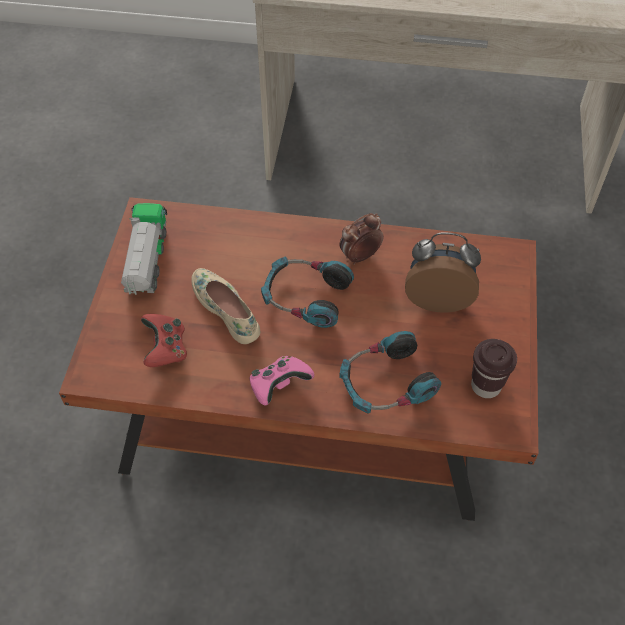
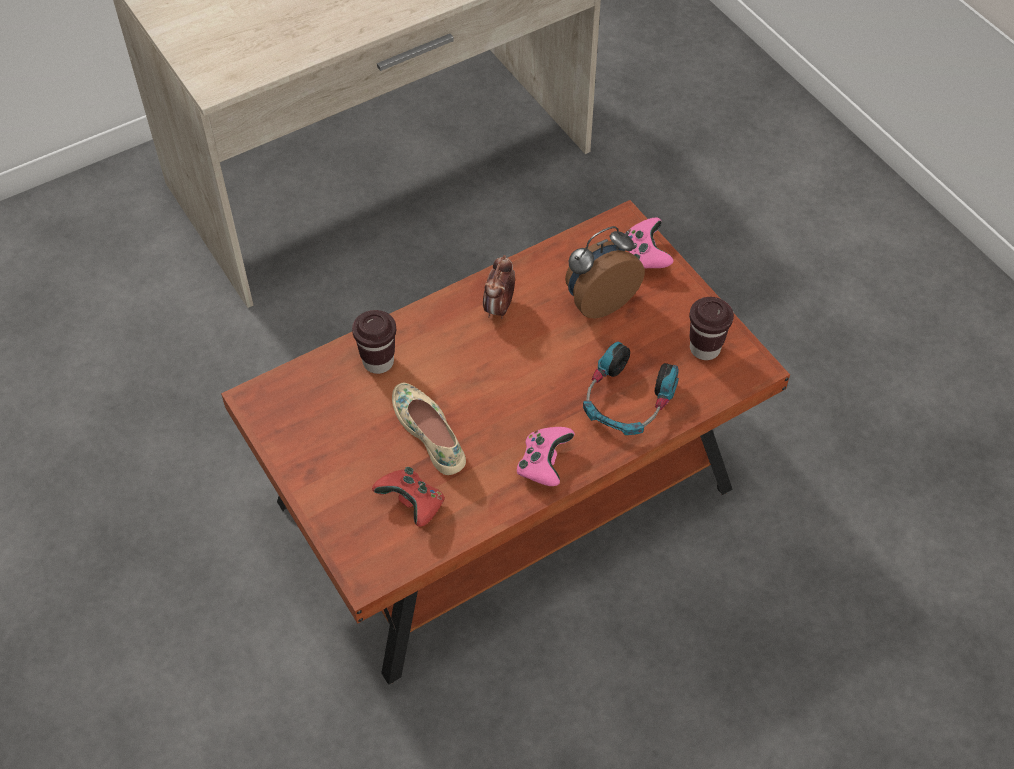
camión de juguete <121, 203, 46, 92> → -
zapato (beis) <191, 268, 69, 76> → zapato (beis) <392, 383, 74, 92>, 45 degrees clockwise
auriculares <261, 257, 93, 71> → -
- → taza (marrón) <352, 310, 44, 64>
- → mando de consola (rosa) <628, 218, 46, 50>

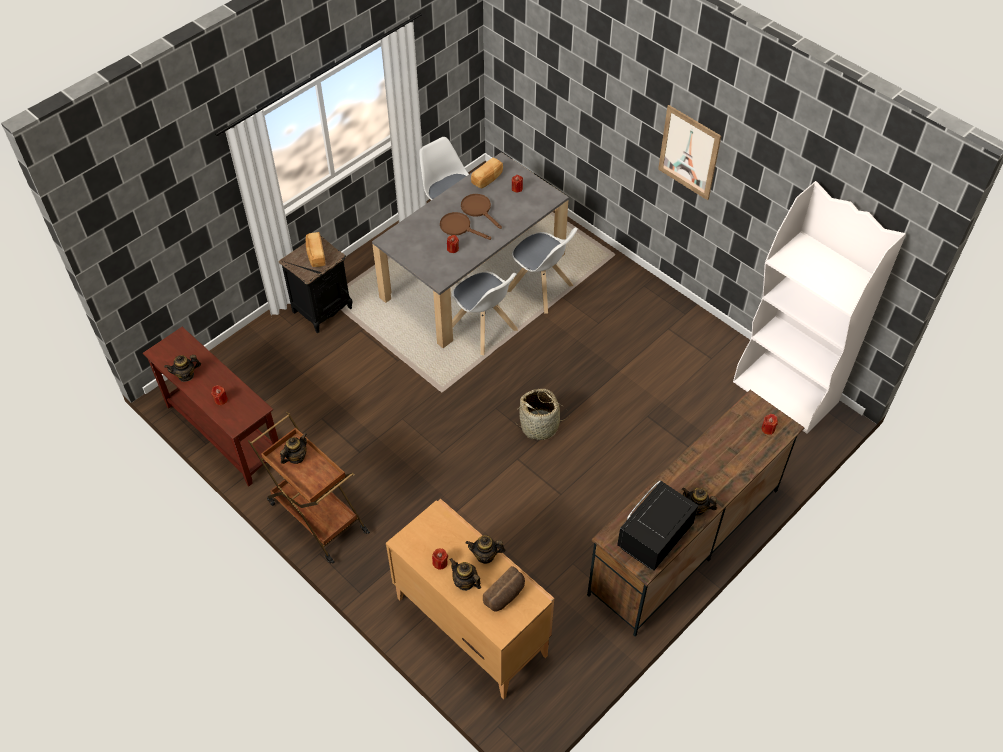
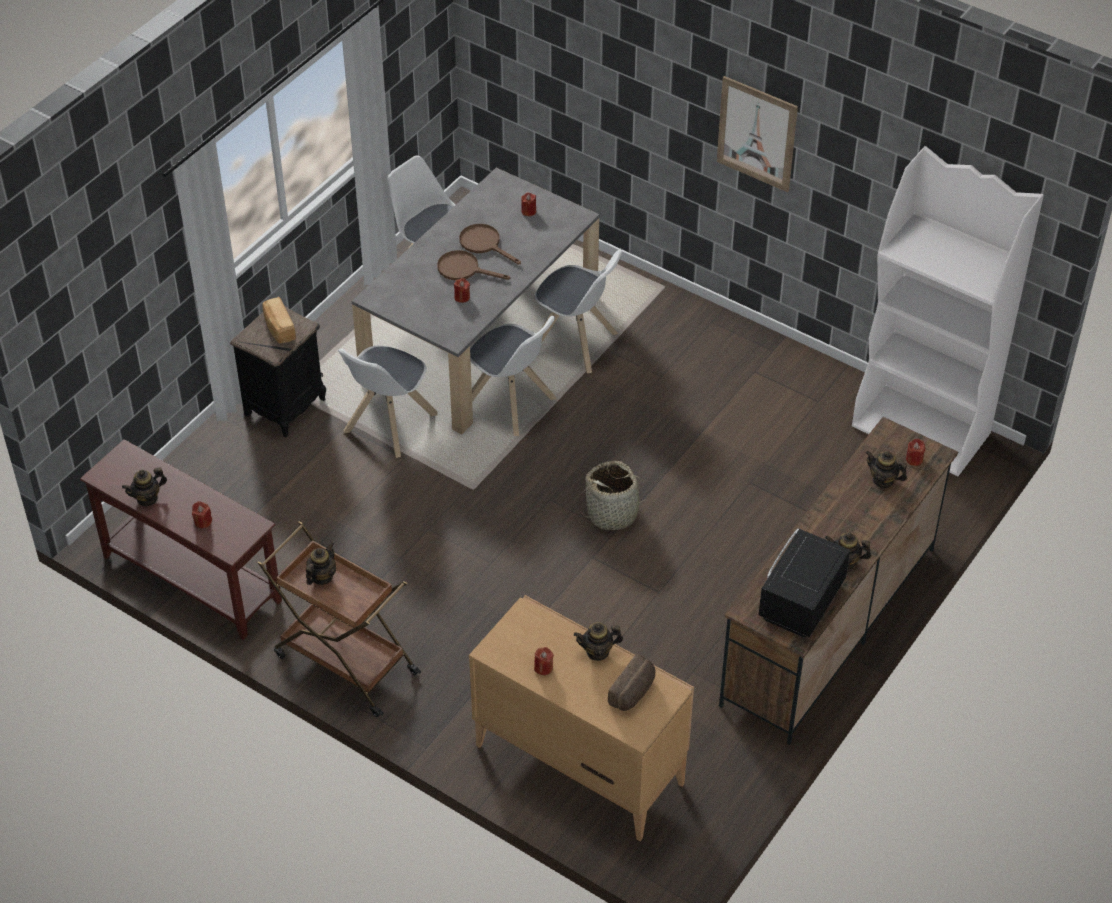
tetera <450, 558, 31, 33> → tetera <865, 451, 42, 37>, moved
pan <471, 157, 32, 31> → -
- → silla <338, 346, 100, 112>

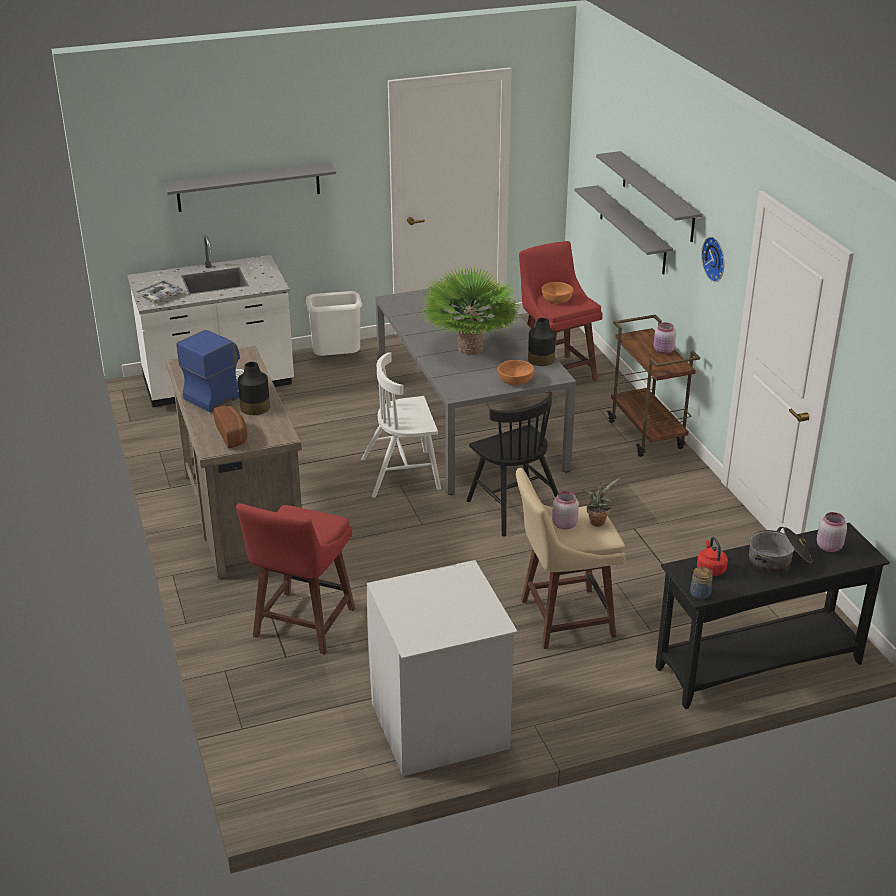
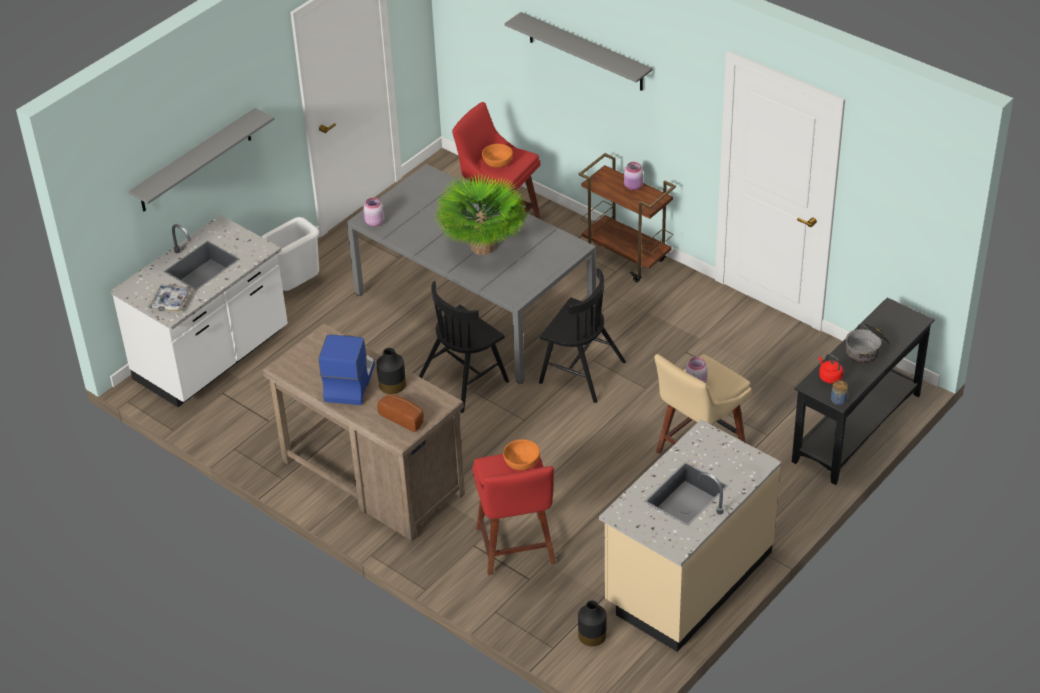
silla (blanco) <361, 352, 80, 146> → silla (negro) <419, 281, 90, 132>
lavadora (blanco) <367, 560, 151, 216> → mueble bajo de cocina (beis) <599, 420, 182, 232>
cuenco (naranja) <498, 360, 36, 25> → cuenco (naranja) <503, 439, 37, 31>, moved
florero (negro) <528, 318, 28, 48> → florero (negro) <578, 600, 29, 47>, moved
estante (gris) <574, 185, 99, 90> → -
planta en maceta <582, 478, 38, 49> → -
reloj de pared <701, 237, 24, 45> → -
tarro (rosa) <817, 512, 30, 40> → tarro (rosa) <363, 198, 21, 29>, moved

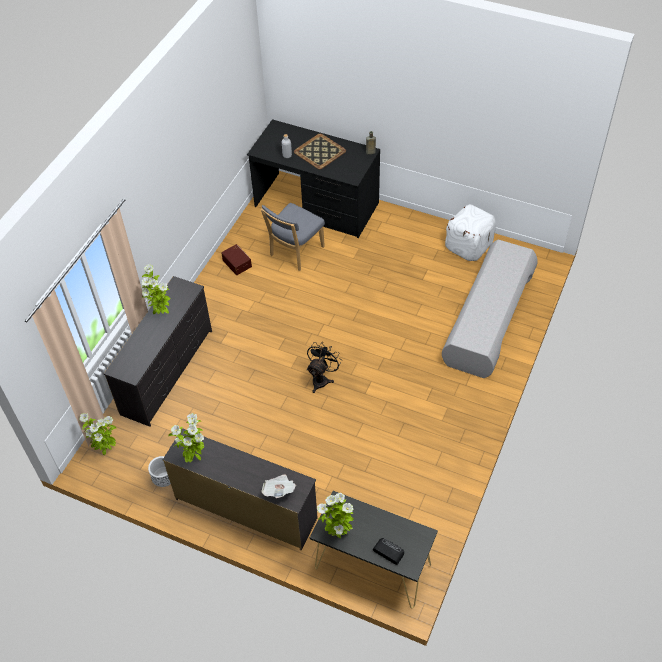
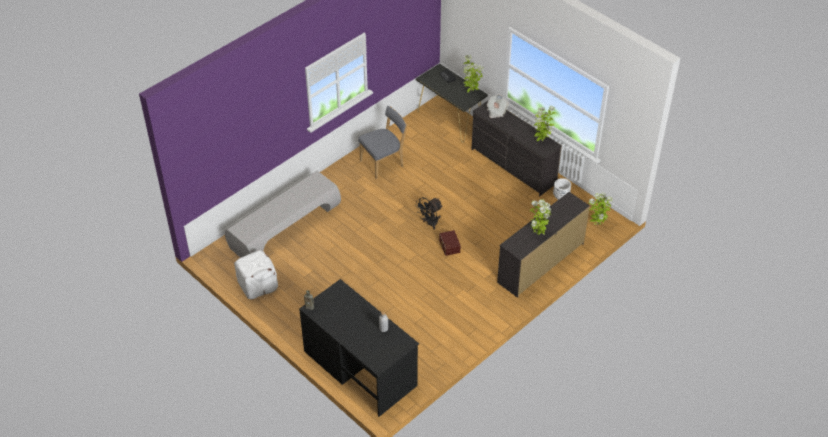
caja de almacenaje (marrón) <221, 244, 31, 31> → caja de almacenaje (marrón) <439, 230, 22, 26>, moved
silla (gris) <261, 203, 64, 68> → silla (gris) <358, 106, 49, 73>, moved
bandeja <294, 134, 52, 35> → -

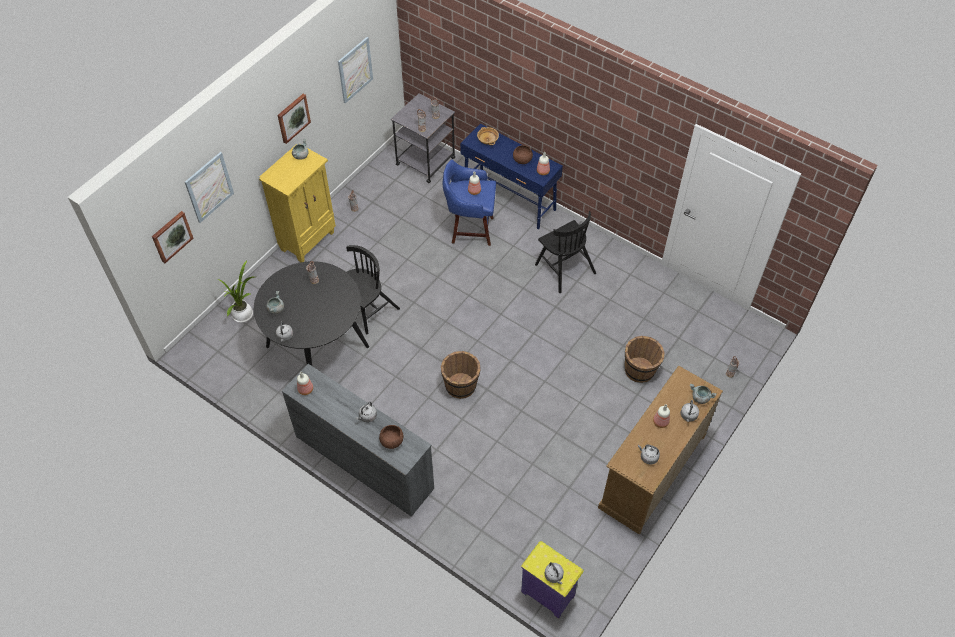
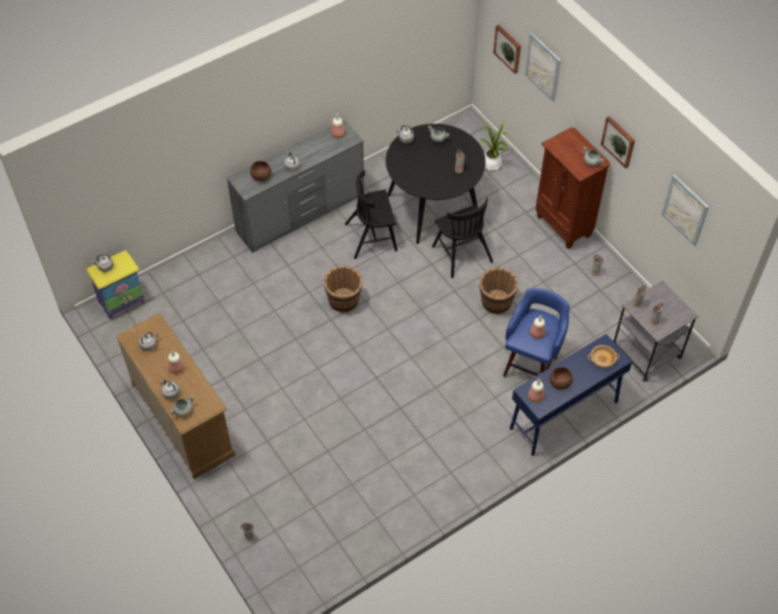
armario (amarillo) <259, 143, 77, 119> → armario (marrón) <535, 127, 75, 122>
silla (negro) <535, 211, 61, 82> → silla (negro) <345, 171, 53, 88>, moved
cubo (marrón) <625, 336, 40, 47> → cubo (marrón) <479, 267, 39, 47>, moved

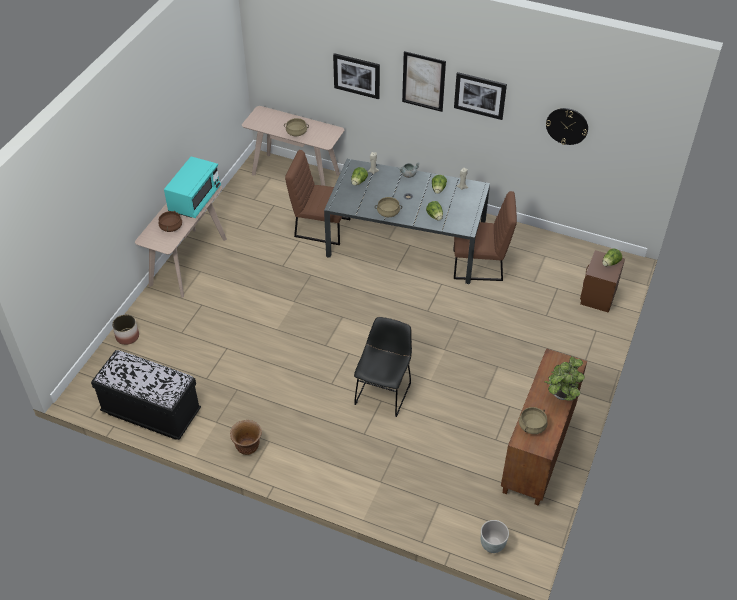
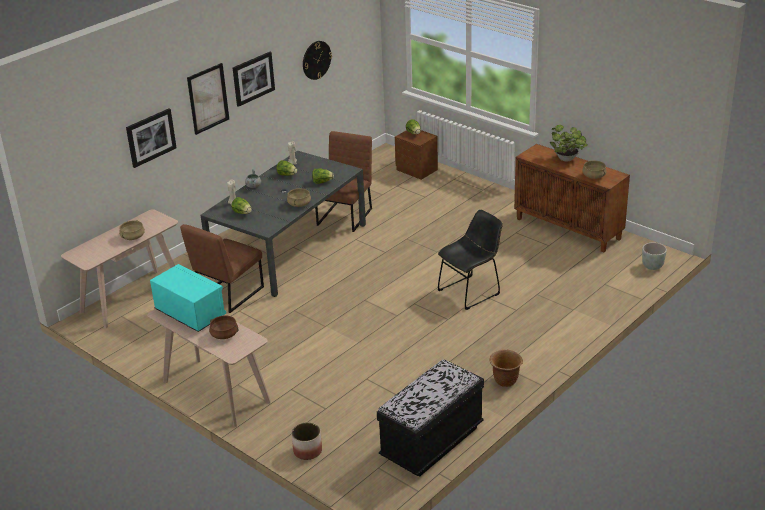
silla (negro) <354, 317, 58, 100> → silla (negro) <438, 210, 65, 100>, 105 degrees clockwise

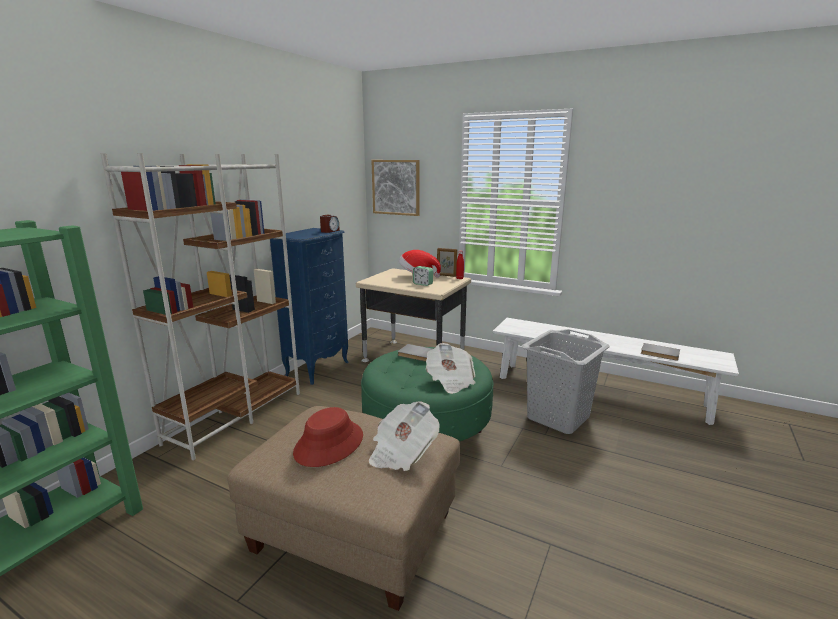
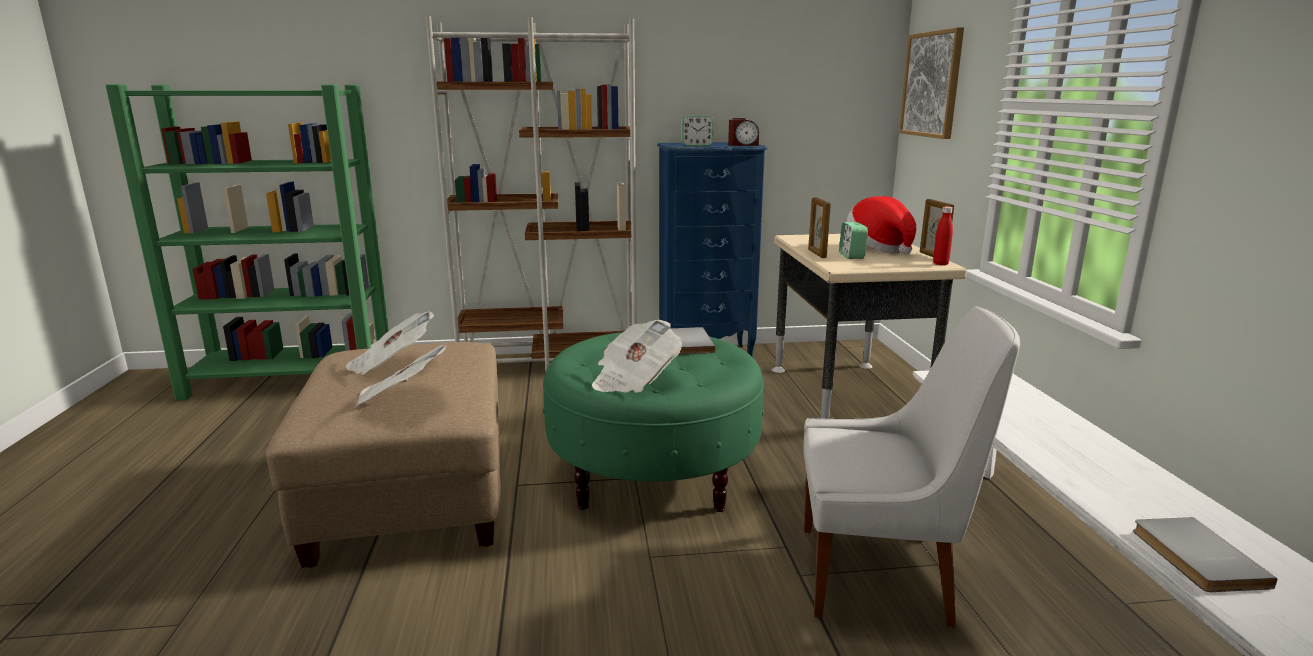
sombrero (rojo) <293, 407, 70, 60> → periódico <345, 312, 89, 64>
cesto de la ropa (gris) <522, 329, 88, 105> → silla (blanco) <803, 306, 217, 323>
- → despertador <681, 115, 33, 31>
- → portarretratos <808, 197, 23, 61>

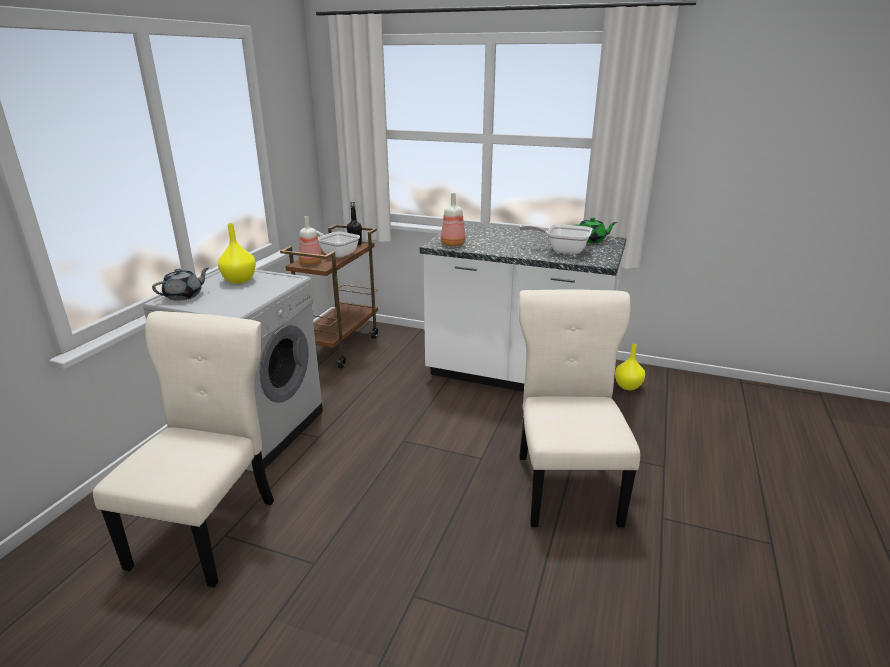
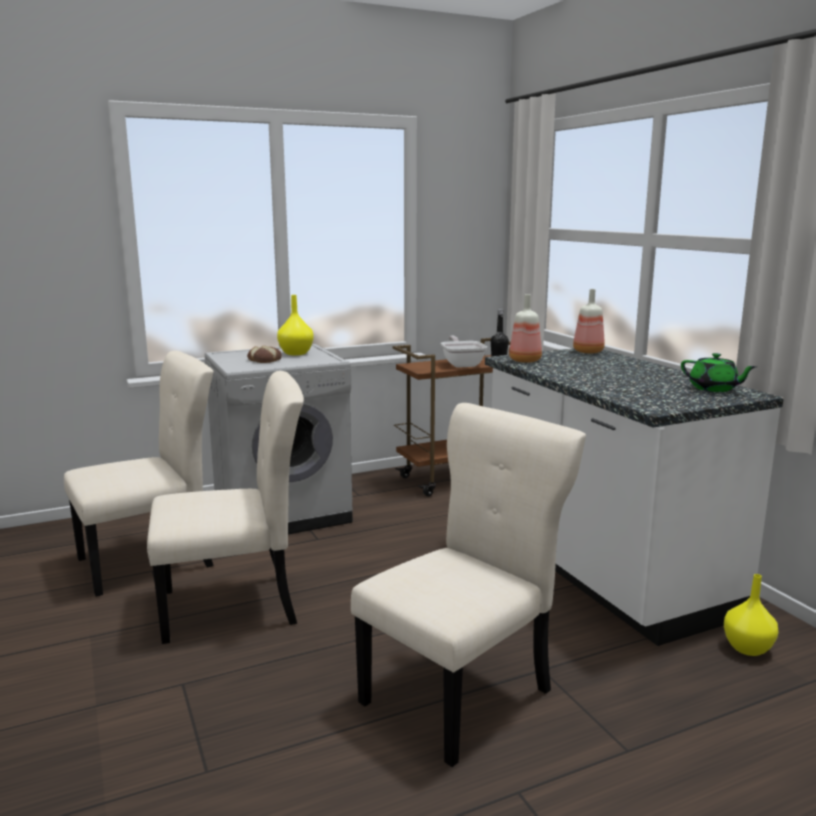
tetera (gris) <152, 268, 57, 33> → -
botella <299, 216, 23, 49> → botella <573, 289, 32, 64>, moved
sartén <519, 224, 74, 30> → -
- → silla (beis) <147, 371, 157, 273>
- → pan <247, 346, 35, 17>

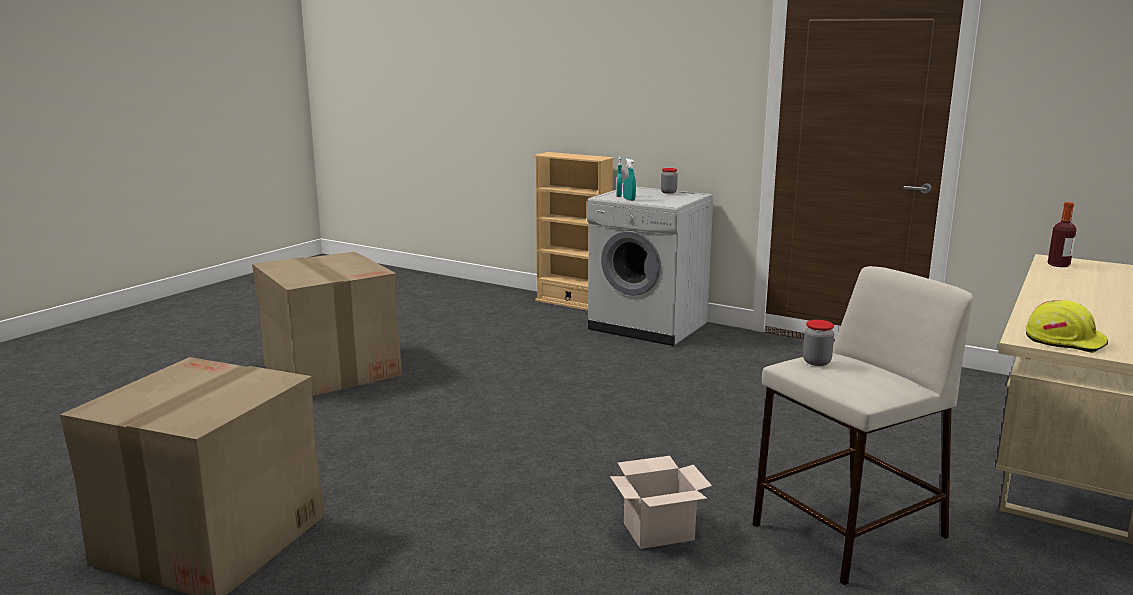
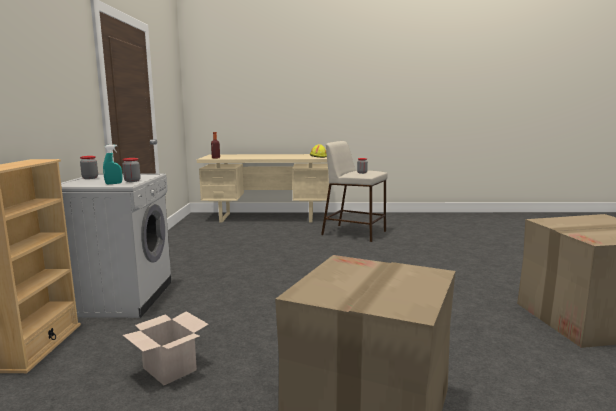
caja de cartón <610, 456, 102, 93> → caja de cartón <122, 311, 87, 74>, moved
pulverizador (turquesa) <623, 159, 13, 42> → tarro <122, 158, 19, 24>

